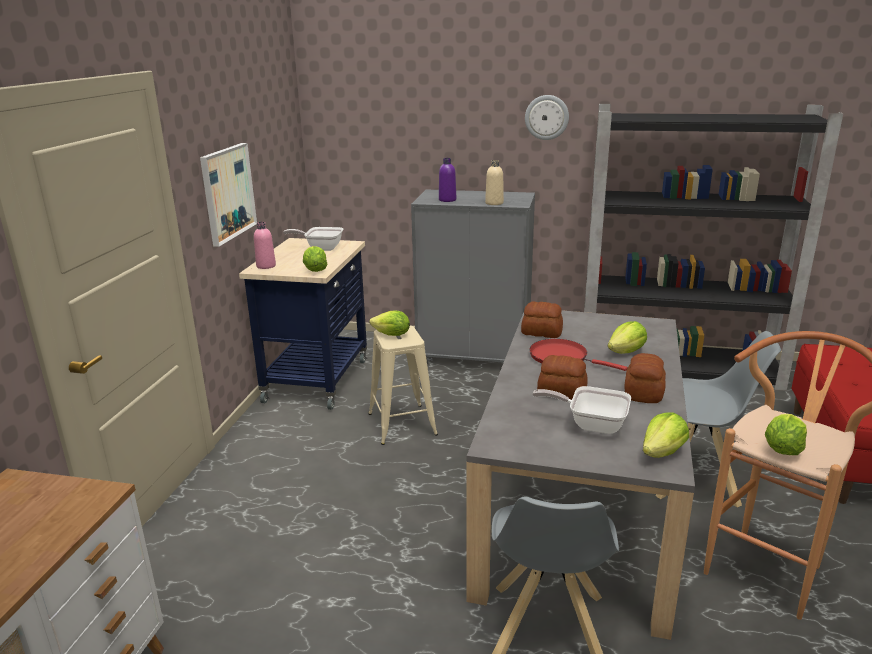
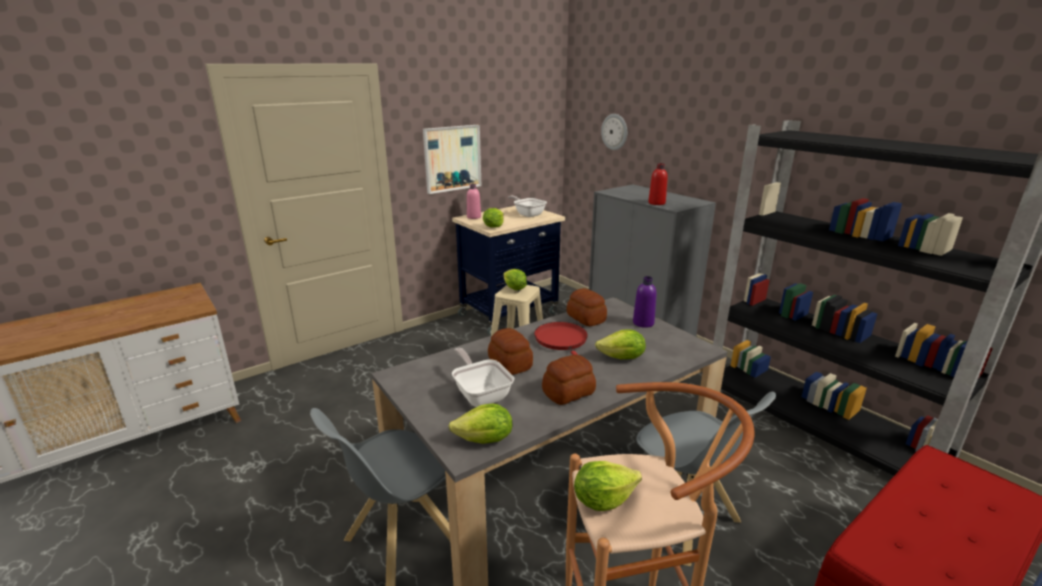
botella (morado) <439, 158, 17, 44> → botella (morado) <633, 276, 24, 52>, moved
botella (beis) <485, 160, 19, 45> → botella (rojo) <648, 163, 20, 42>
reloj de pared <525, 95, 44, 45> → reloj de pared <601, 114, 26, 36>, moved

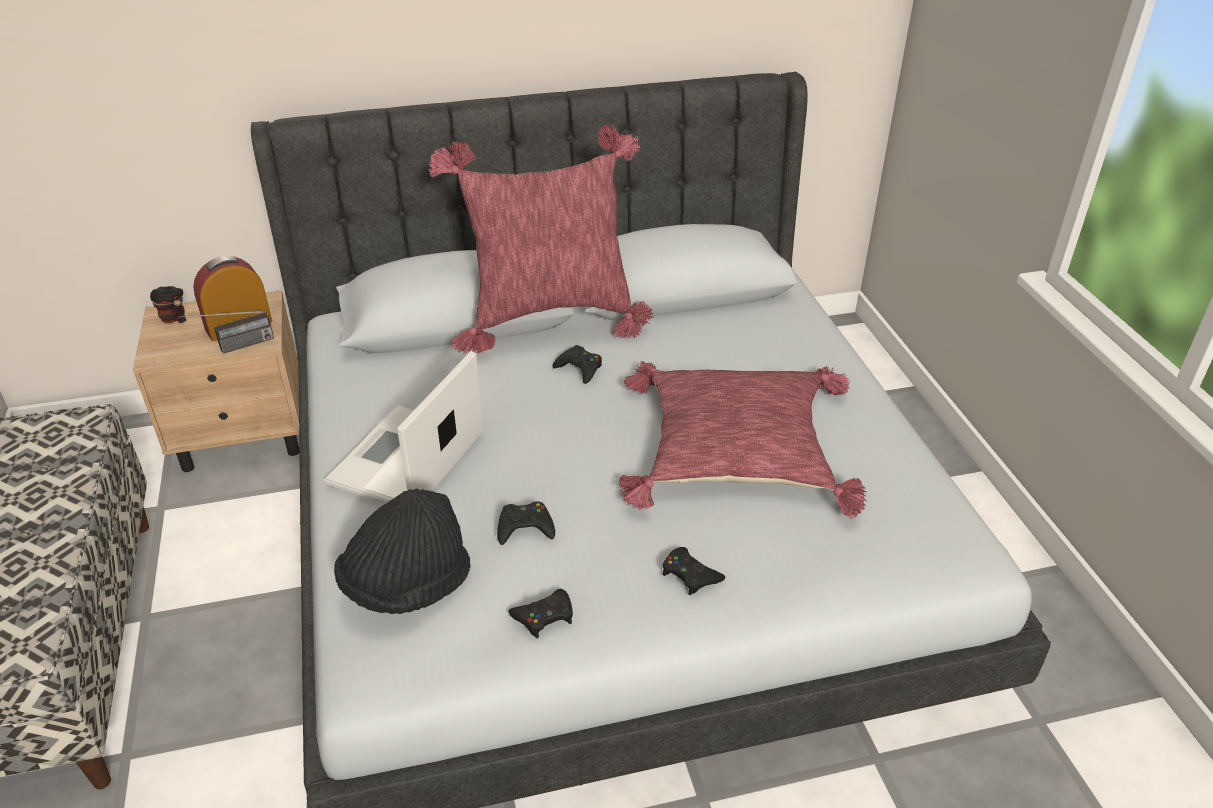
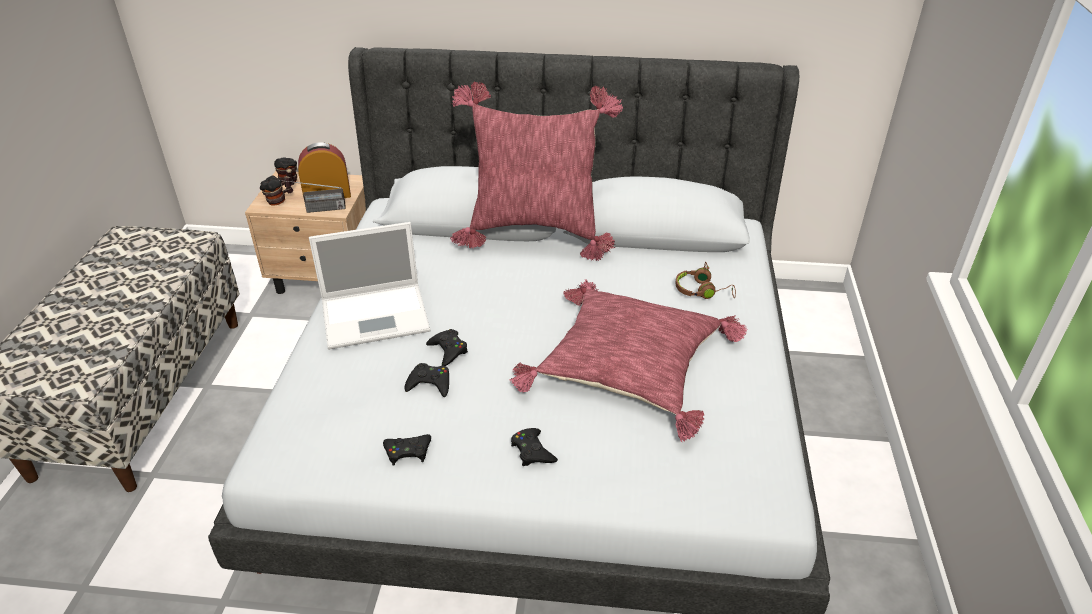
portátil <324, 351, 160, 153> → portátil <309, 222, 121, 128>, 150 degrees counterclockwise
sombrero (negro) <334, 489, 136, 125> → -
mando de consola (negro) <552, 345, 50, 39> → mando de consola (negro) <426, 329, 42, 37>, moved
- → taza grande <260, 175, 34, 31>
- → auriculares (marrón) <675, 262, 61, 37>

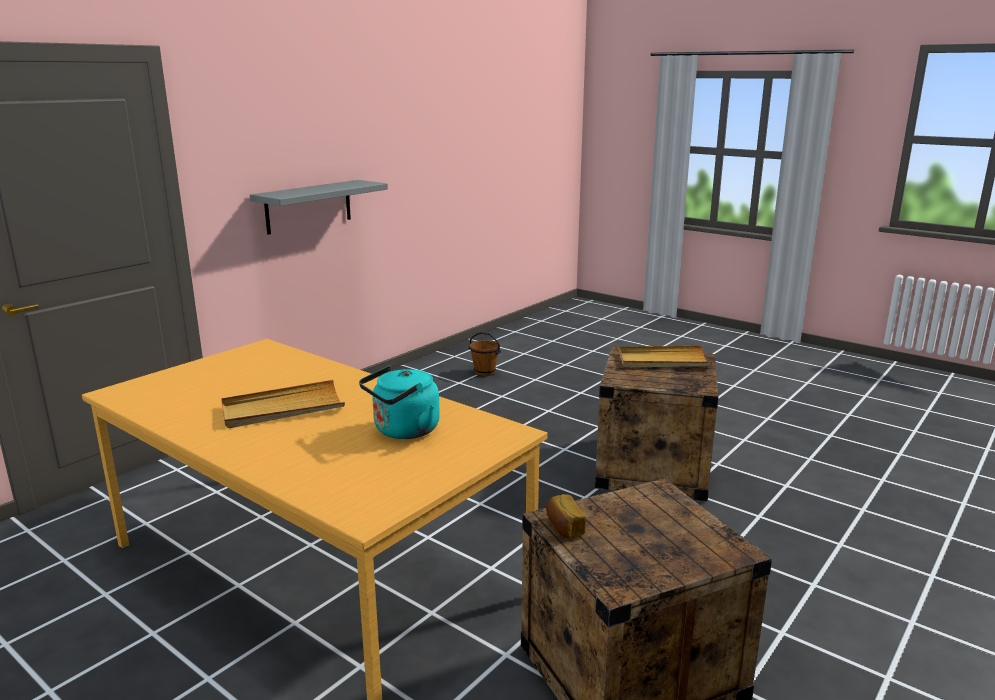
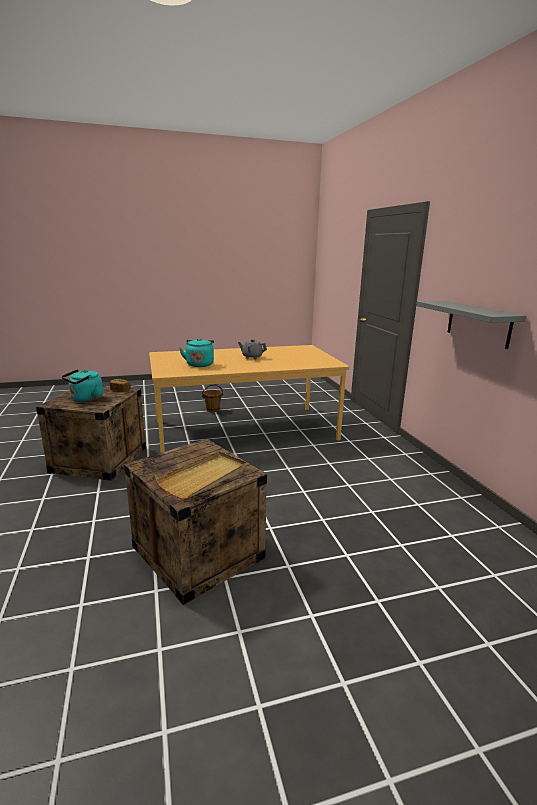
bandeja (beis) <221, 380, 124, 48> → tetera (gris) <238, 339, 29, 20>
cubo (marrón) <469, 332, 32, 44> → cubo (marrón) <202, 385, 21, 27>, moved
- → hervidor (turquesa) <62, 369, 41, 33>

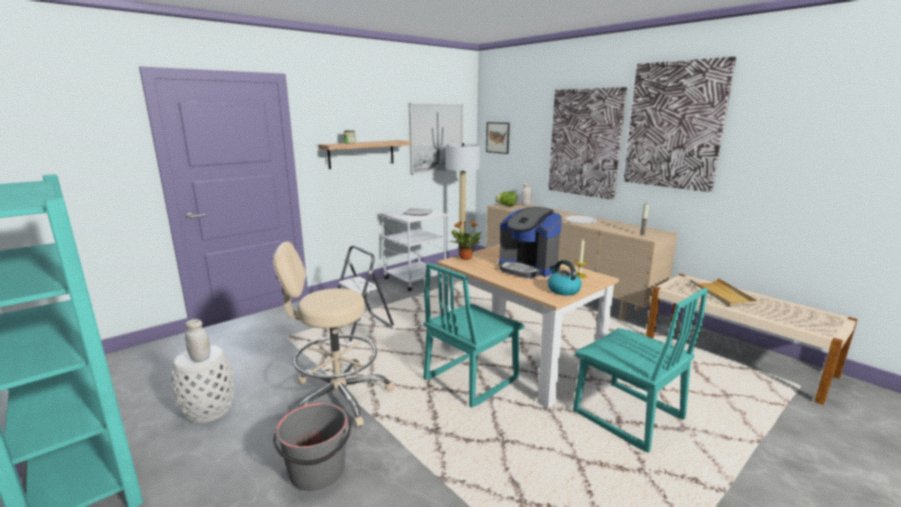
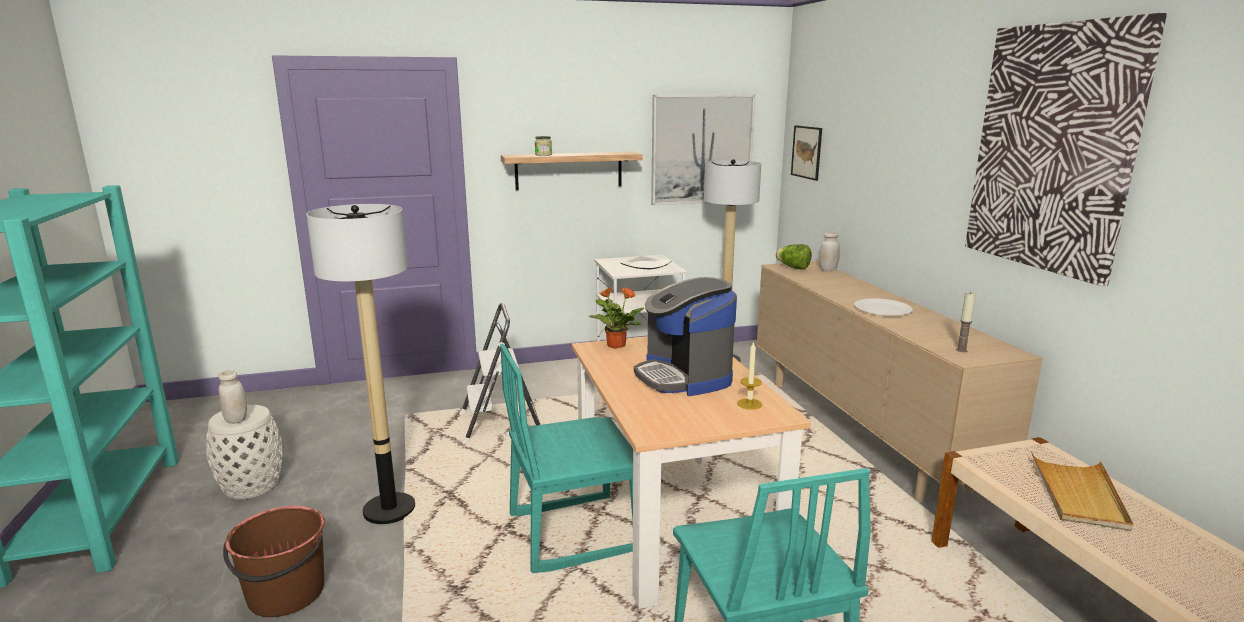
taburete (beis) <273, 242, 121, 185> → lámpara de pie <306, 204, 109, 320>
cubo (gris) <273, 403, 78, 88> → cubo (marrón) <223, 506, 102, 111>
cuadro <548, 87, 79, 113> → -
hervidor <548, 260, 34, 36> → -

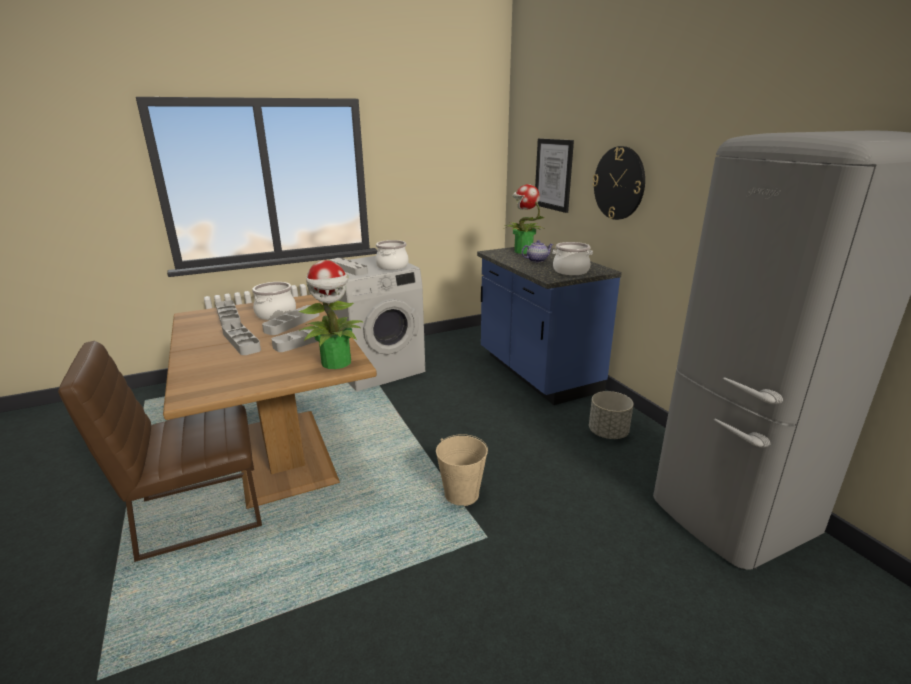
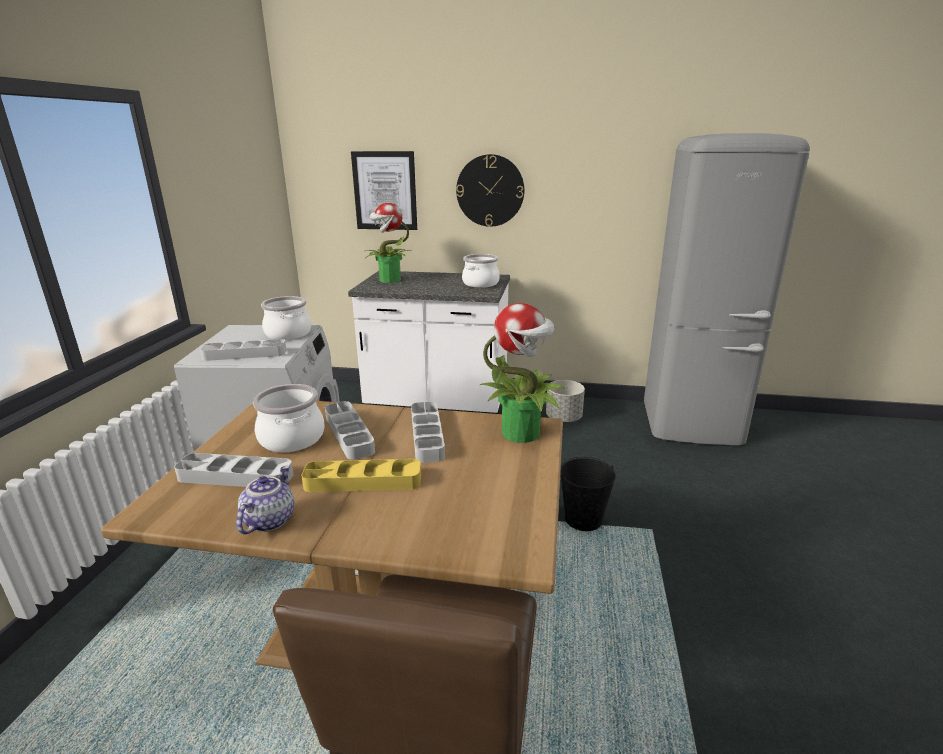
bandeja (gris) <222, 322, 39, 33> → bandeja (amarillo) <301, 459, 120, 33>
cubo (beis) <436, 434, 52, 72> → cubo (negro) <560, 457, 56, 74>
mueble bajo de cocina (azul) <477, 245, 145, 160> → mueble bajo de cocina (blanco) <348, 271, 162, 143>
tetera <522, 240, 32, 22> → tetera <236, 466, 58, 68>, moved

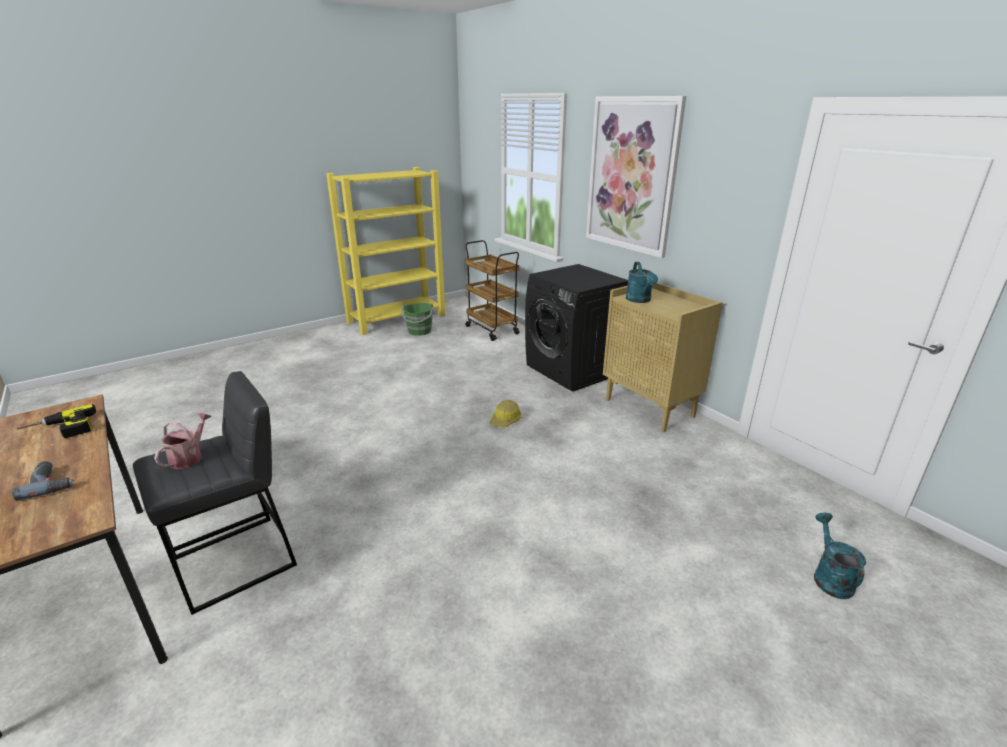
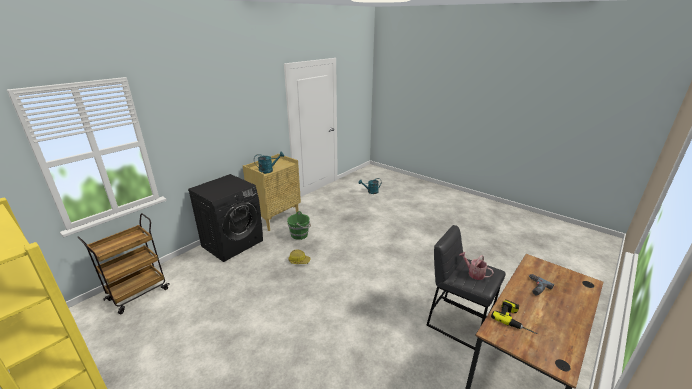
regadera <154, 413, 58, 56> → regadera <460, 252, 34, 28>, 45 degrees clockwise
cubo (verde) <401, 302, 32, 34> → cubo (verde) <287, 211, 24, 29>, moved
cuadro <586, 96, 100, 162> → -

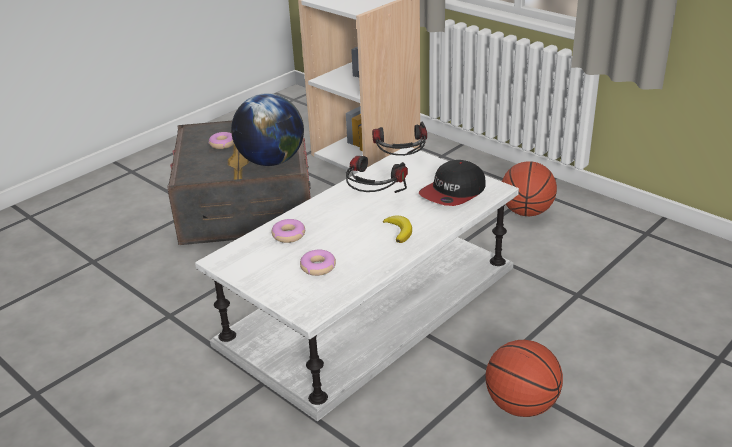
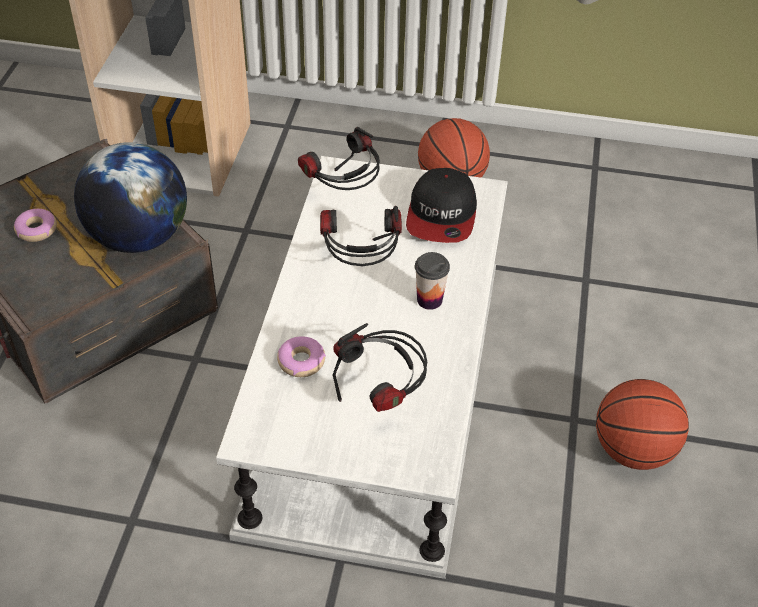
rosquilla <300, 250, 36, 26> → auriculares <333, 323, 94, 89>
plátano <383, 215, 29, 28> → taza <415, 252, 35, 58>

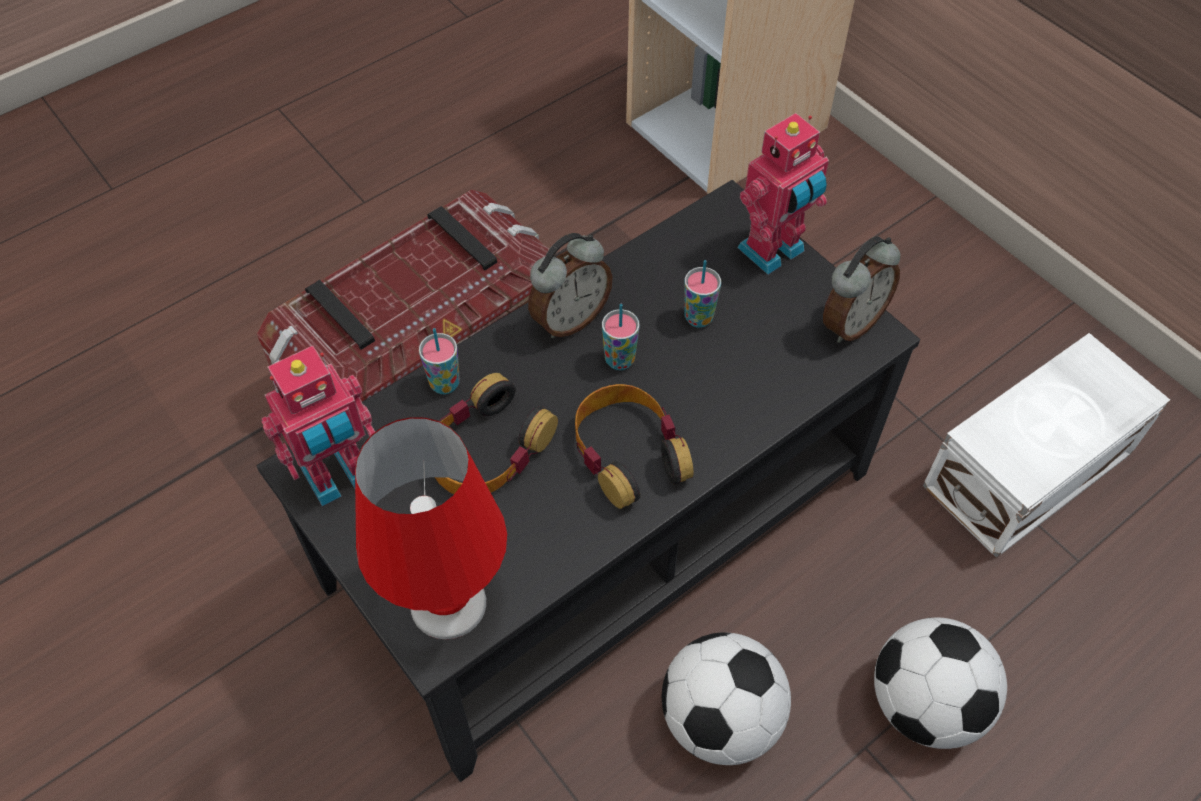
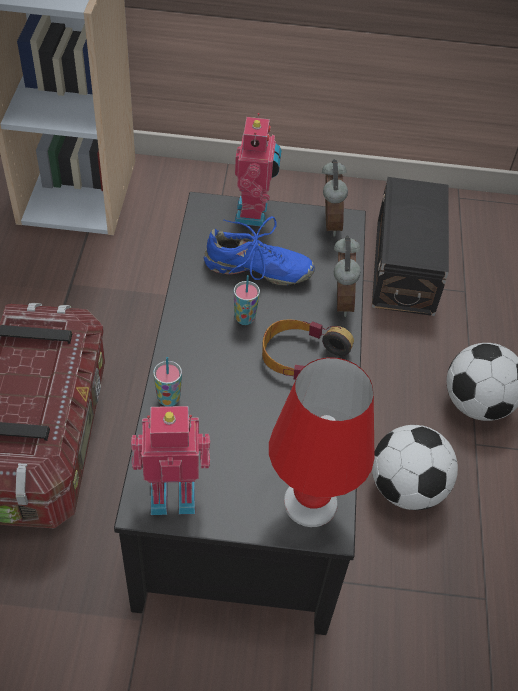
robot de juguete <261, 346, 114, 160> → robot de juguete <131, 406, 79, 109>, 105 degrees counterclockwise
auriculares <435, 373, 123, 121> → -
despertador <528, 233, 85, 106> → despertador <334, 235, 27, 82>, moved
taza <684, 260, 37, 68> → zapato (azul) <204, 216, 111, 69>
caja de almacenaje (blanco) <923, 333, 247, 225> → caja de almacenaje (negro) <372, 177, 77, 139>

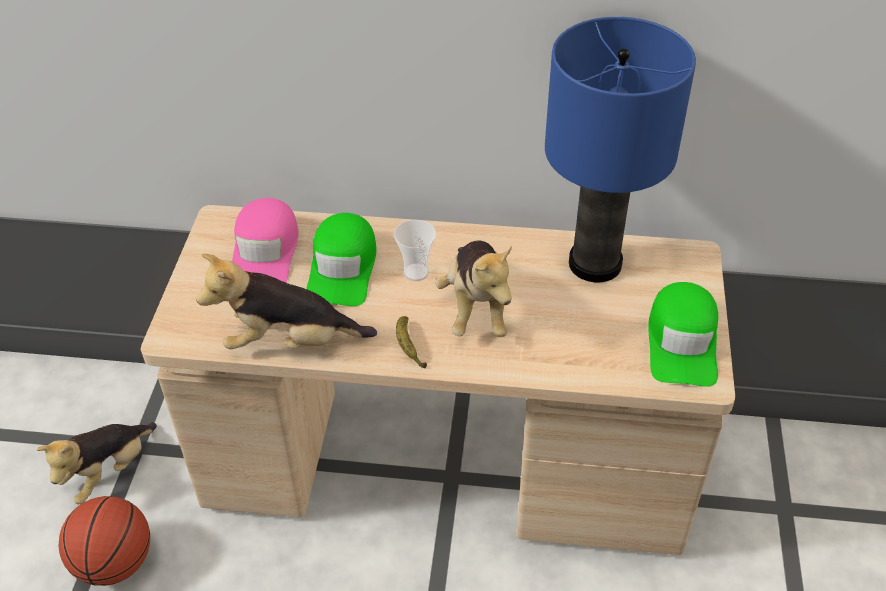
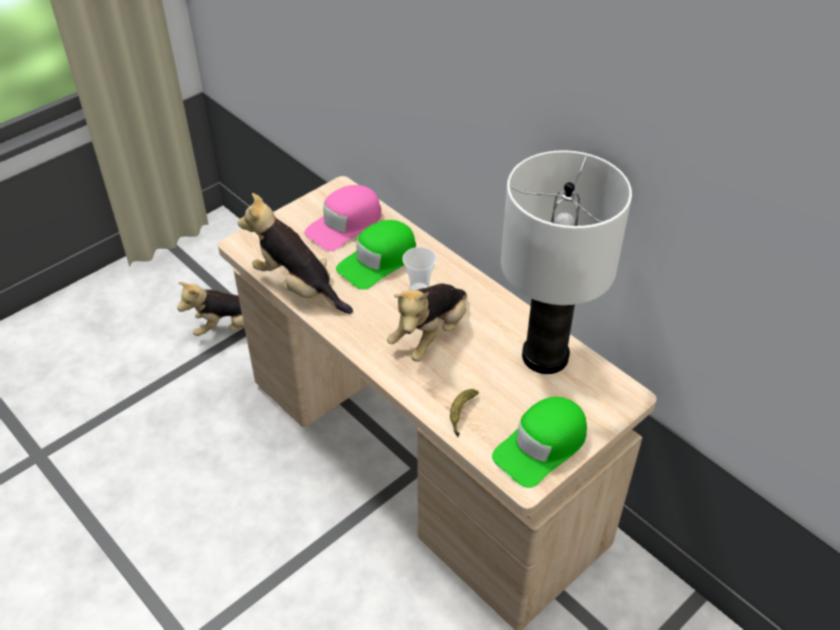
balón de baloncesto <59, 496, 91, 90> → -
plátano <396, 316, 31, 52> → plátano <450, 389, 29, 48>, moved
lámpara de mesa (azul) <545, 17, 151, 265> → lámpara de mesa (blanco) <501, 150, 131, 224>

